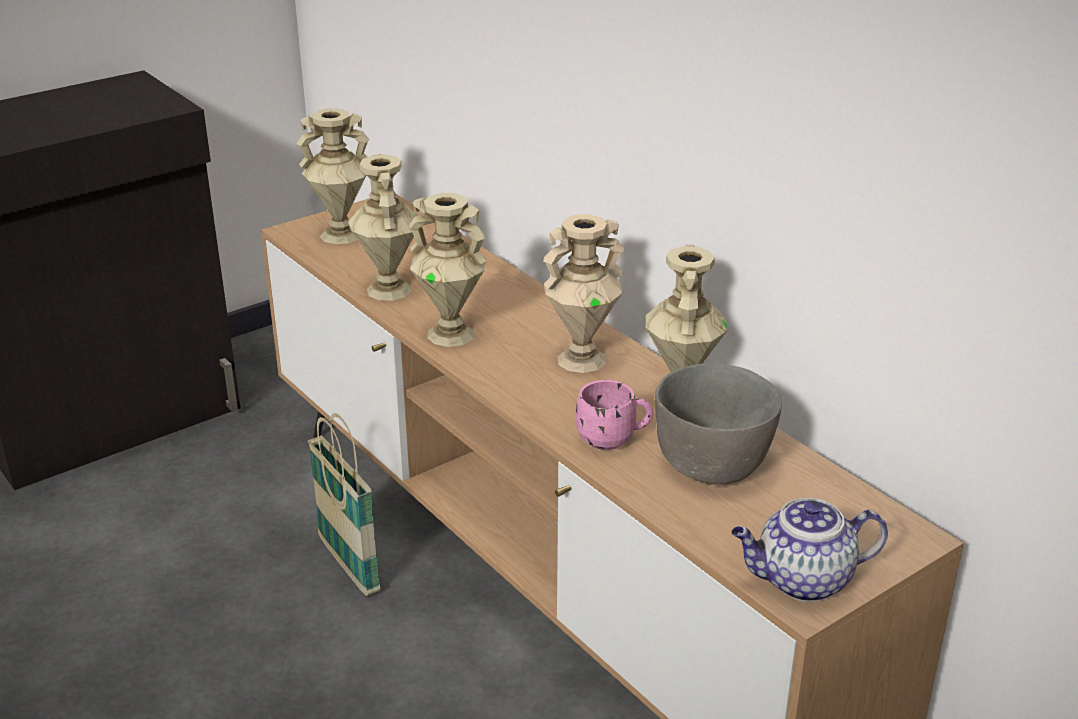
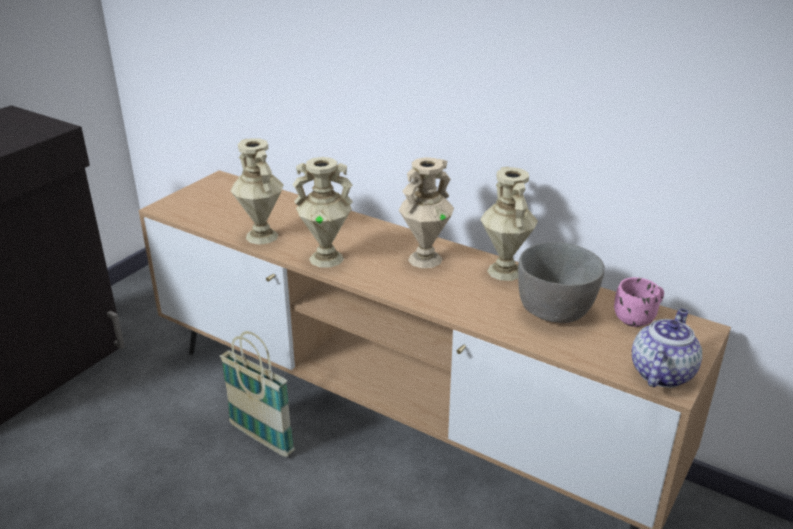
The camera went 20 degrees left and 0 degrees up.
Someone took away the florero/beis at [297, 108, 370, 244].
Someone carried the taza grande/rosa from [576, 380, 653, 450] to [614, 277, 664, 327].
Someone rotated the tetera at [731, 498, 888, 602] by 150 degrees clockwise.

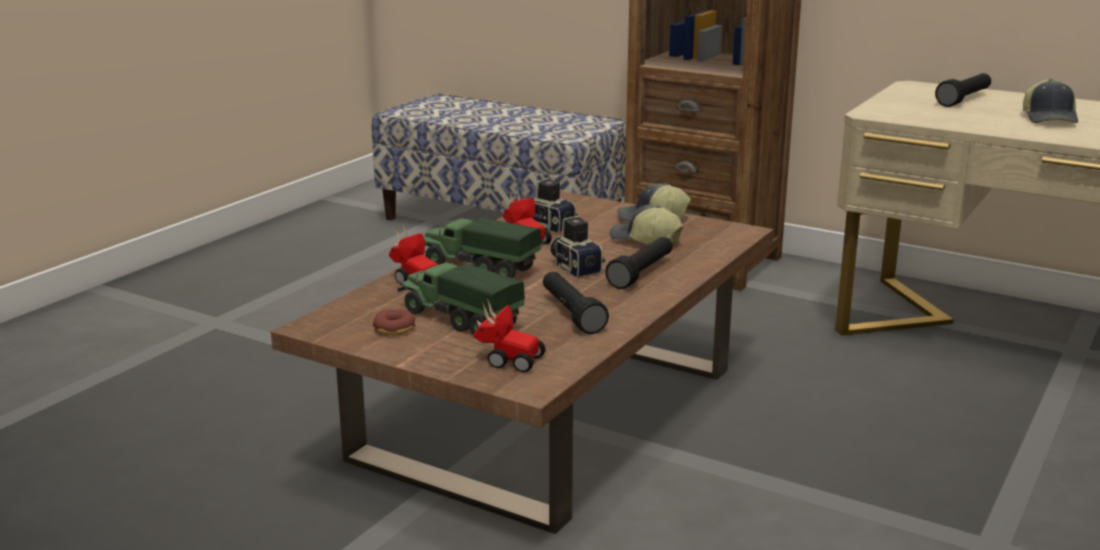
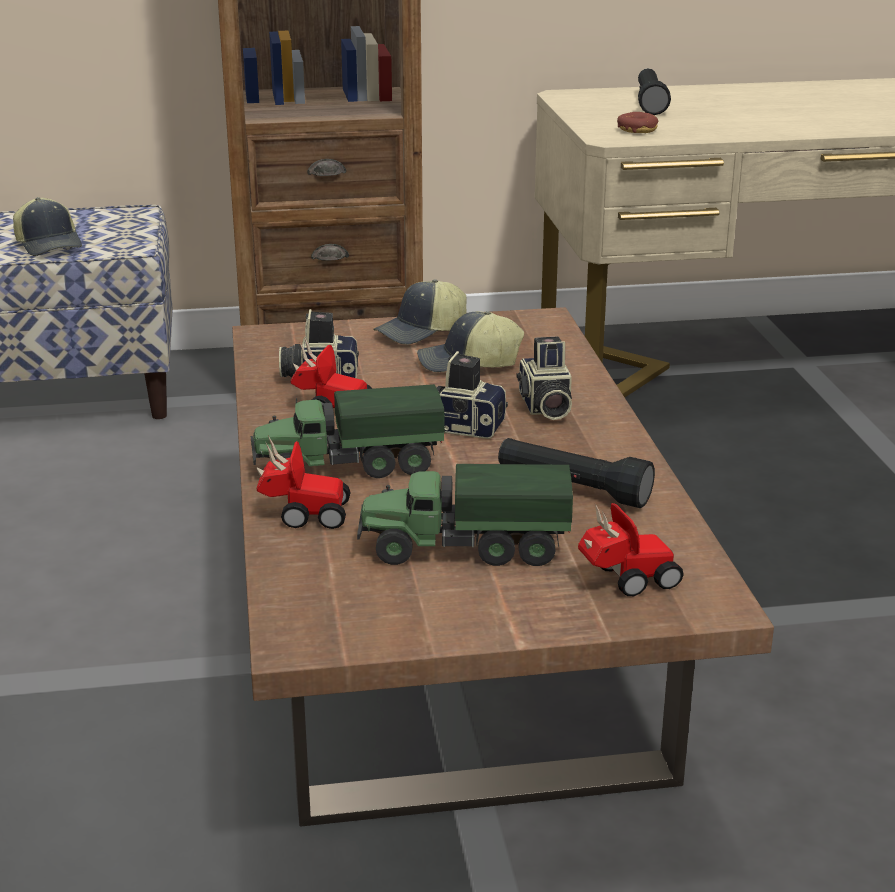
The camera went 40 degrees left and 5 degrees up.
Someone carried the rosquilla from [373, 309, 415, 336] to [617, 112, 658, 133].
Someone carried the gorra from [1023, 78, 1078, 123] to [13, 197, 82, 256].
Someone swapped the linterna/negro at [605, 237, 673, 289] for the cámara at [516, 337, 572, 420].

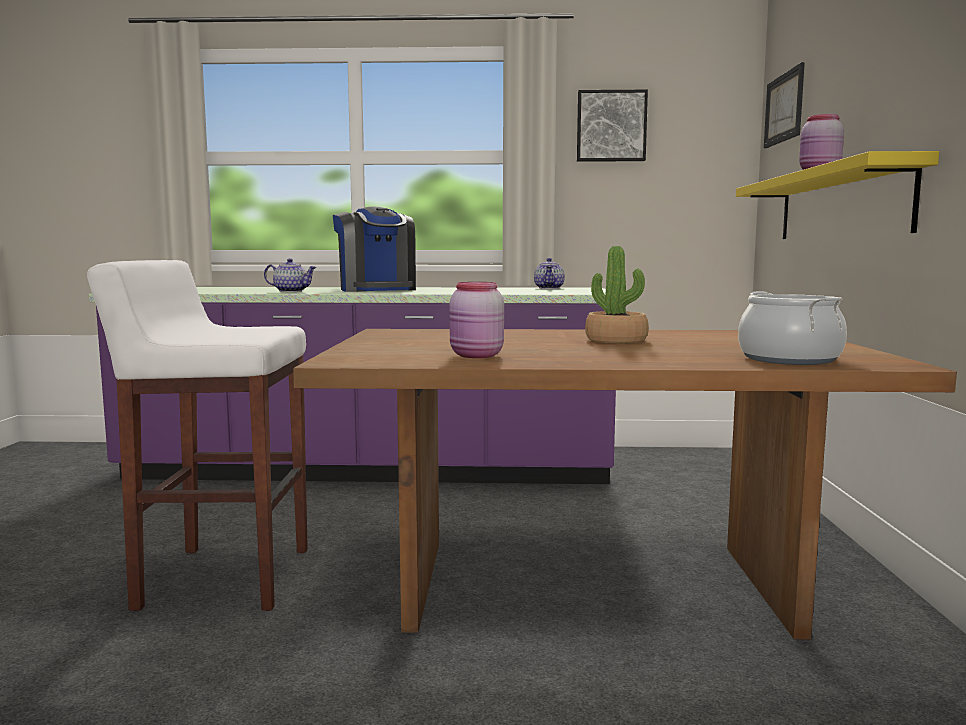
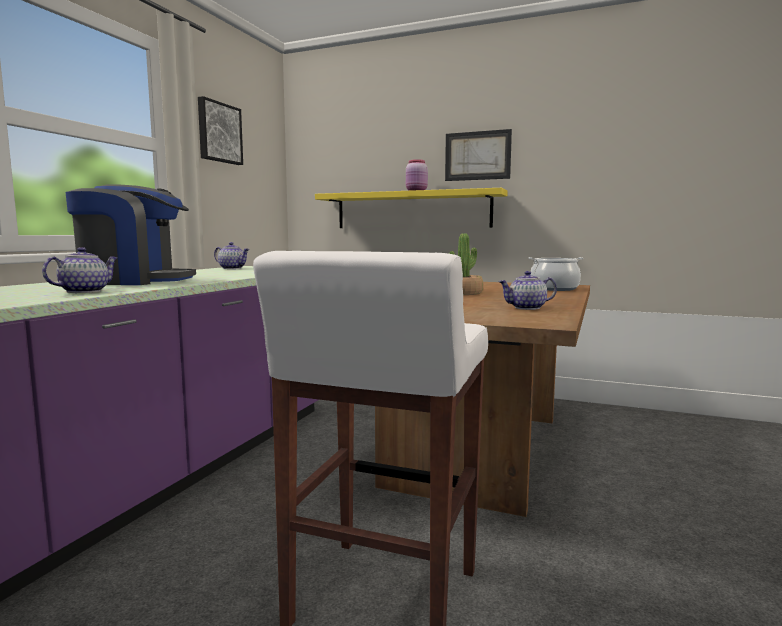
The camera went 70 degrees left and 0 degrees up.
Someone carried the cuadro from [764, 62, 805, 148] to [445, 129, 512, 181].
Someone swapped the tarro/rosa at [449, 282, 504, 358] for the tetera at [498, 271, 557, 310].

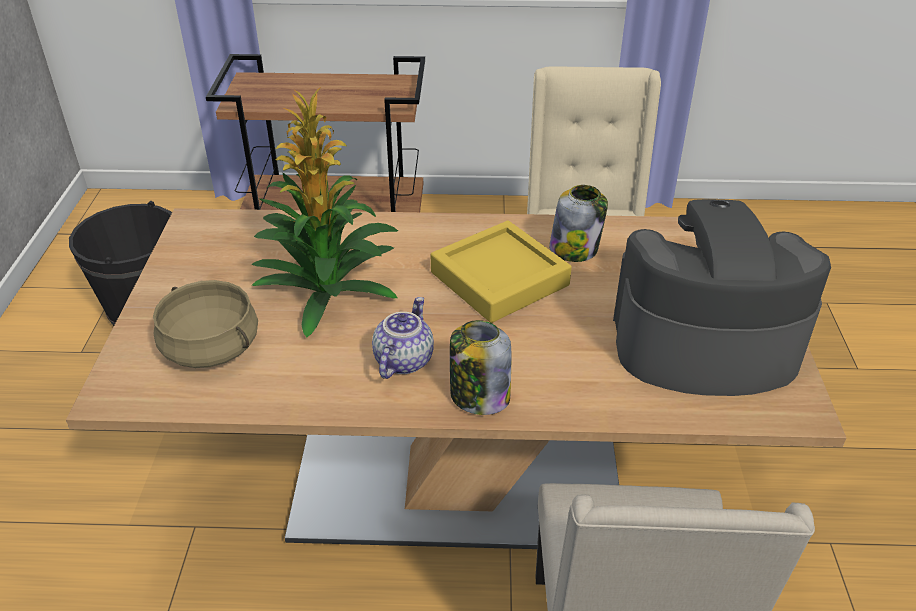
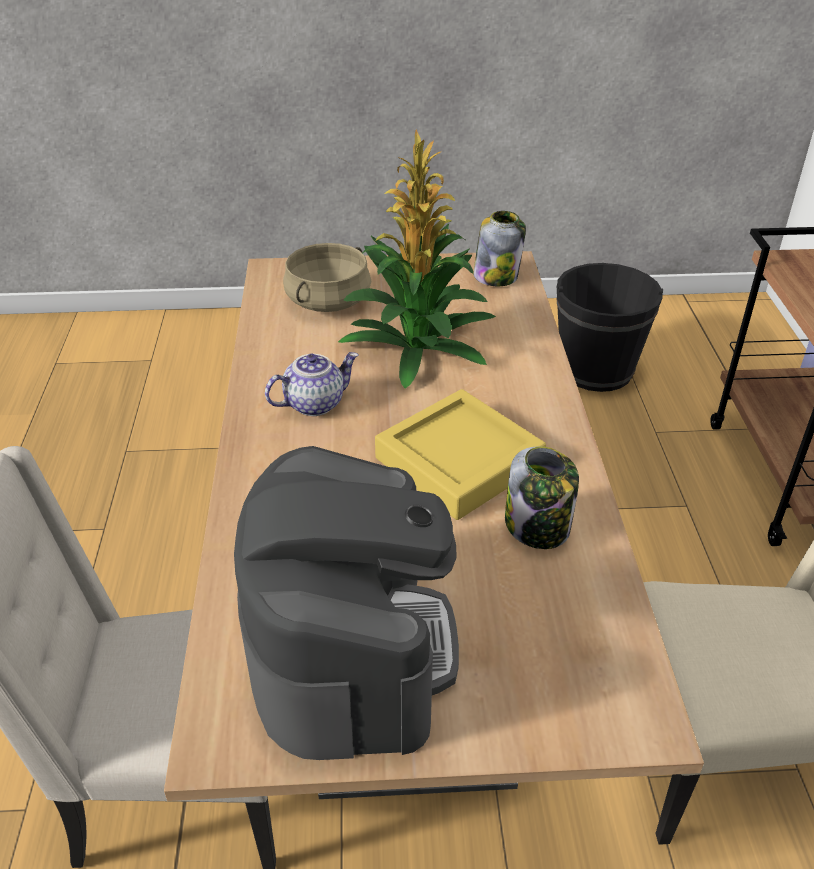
The camera went 85 degrees right and 0 degrees up.
Someone carried the tarro from [450, 320, 511, 415] to [473, 211, 526, 286].
Someone rotated the tetera at [372, 297, 434, 379] by 45 degrees counterclockwise.

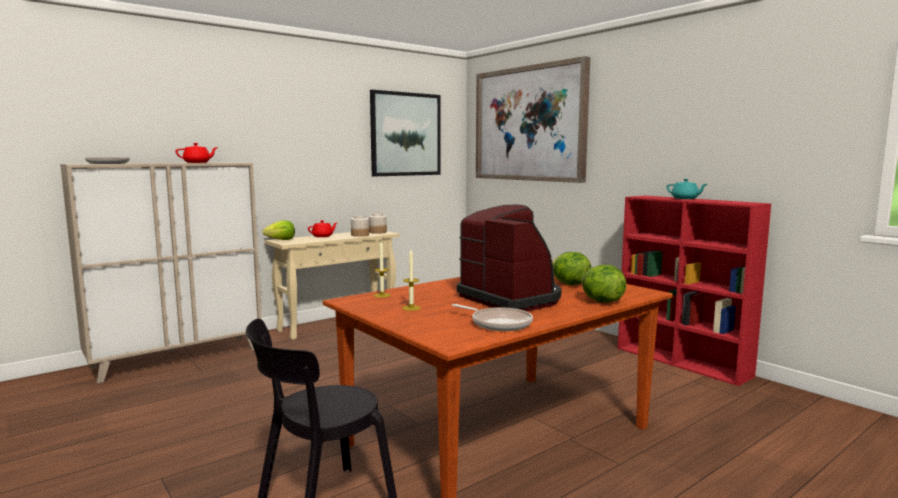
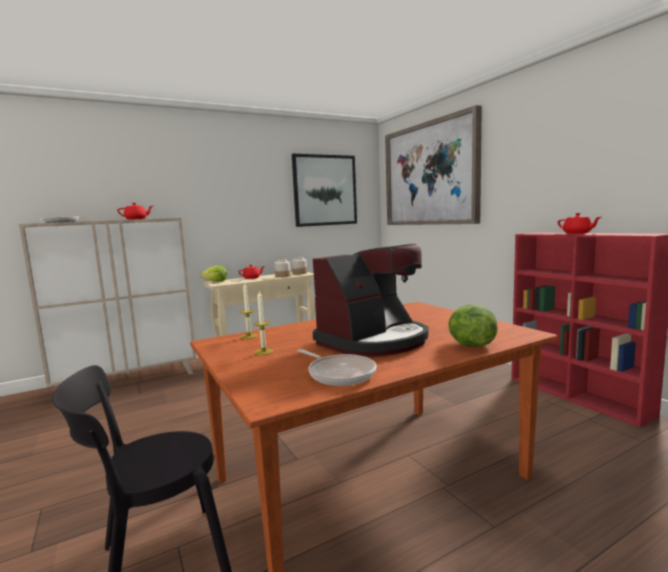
The camera went 10 degrees right and 0 degrees up.
Someone took away the lechuga at [552, 252, 591, 285].
Someone repainted the tetera/turquesa at [667, 179, 707, 199], which became the tetera/rojo at [558, 213, 601, 234].
Someone rotated the cafetera at [457, 205, 562, 311] by 75 degrees clockwise.

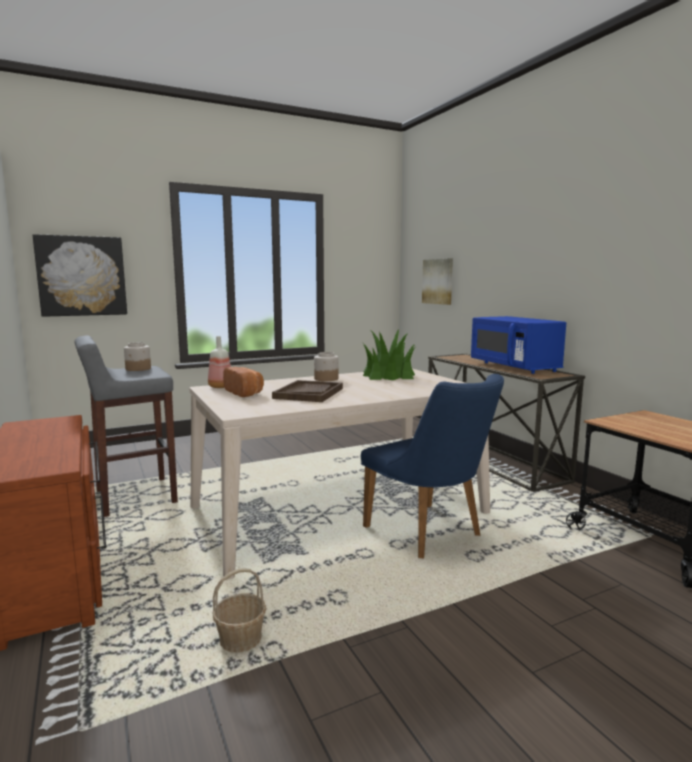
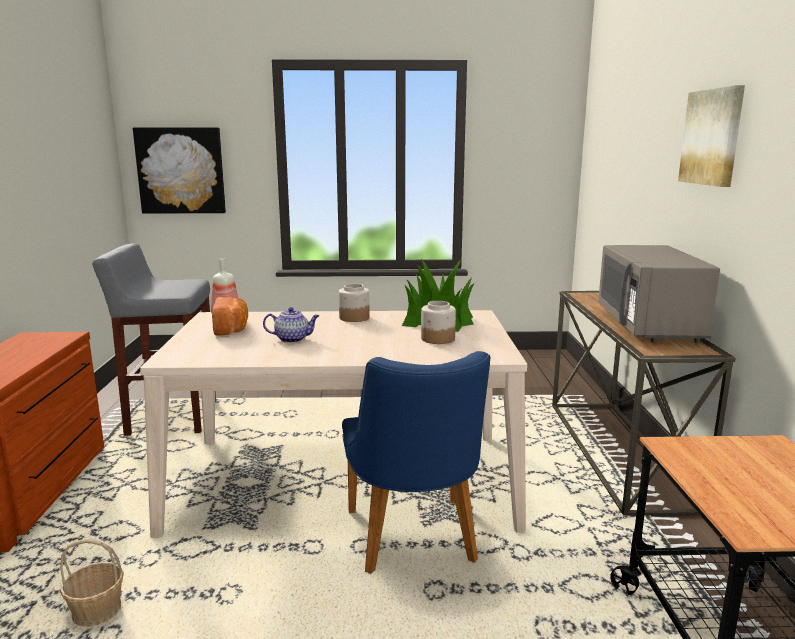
The camera went 25 degrees right and 5 degrees up.
Someone carried the tarro from [124, 342, 151, 371] to [421, 301, 456, 344].
Someone carried the cuadro from [422, 258, 453, 305] to [678, 85, 745, 187].
Someone swapped the bandeja/marrón at [272, 380, 343, 402] for the tetera at [263, 307, 319, 343].
Someone repainted the microondas/azul at [471, 316, 566, 374], which became the microondas/gris at [598, 245, 720, 343].

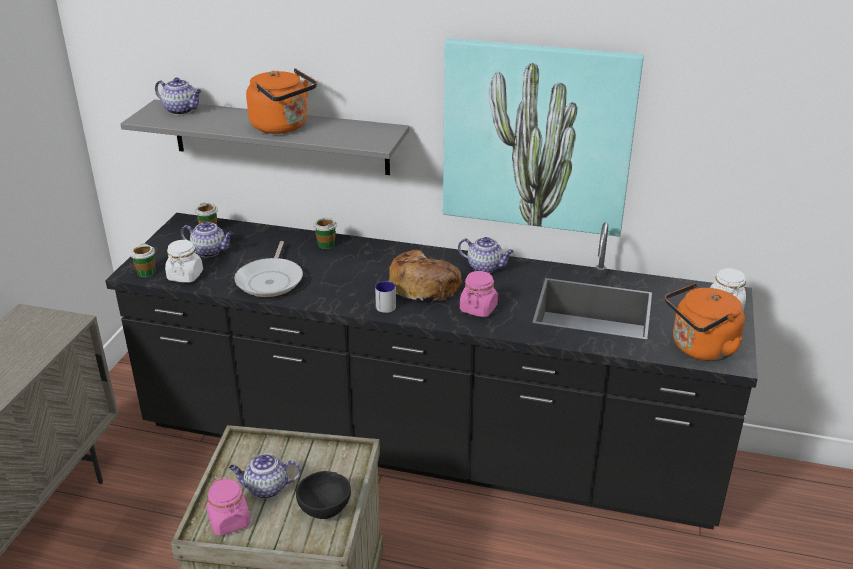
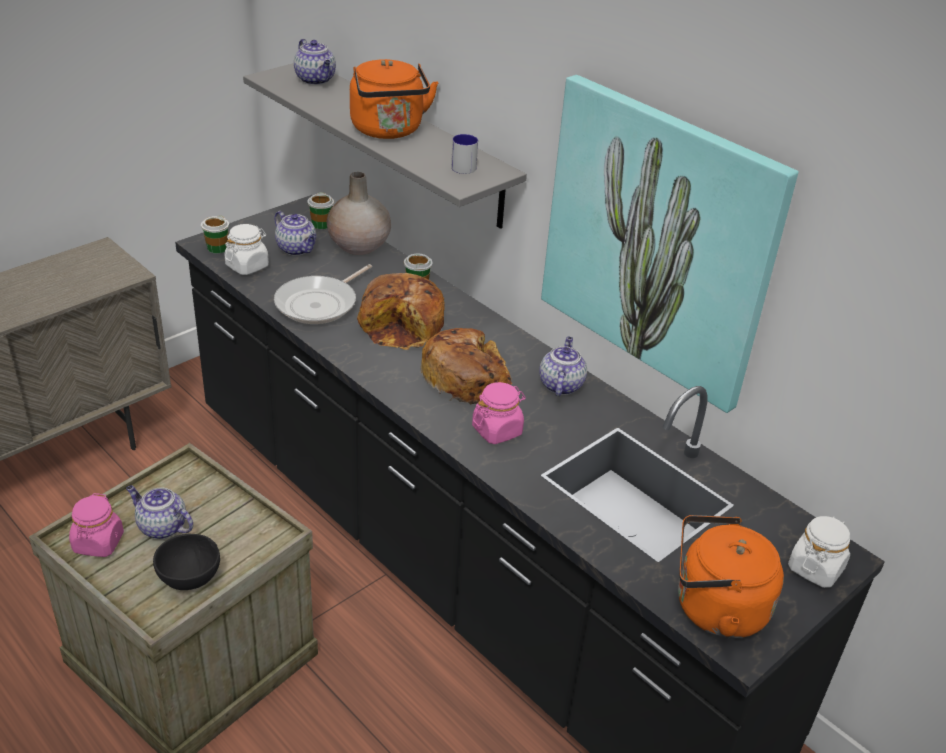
The camera went 30 degrees right and 5 degrees up.
Someone put down the florero/beis at [327, 172, 391, 255].
Someone put down the pan at [357, 273, 444, 350].
Someone carried the taza grande from [375, 281, 396, 313] to [451, 134, 478, 174].
Someone rotated the tetera at [458, 237, 514, 273] by 135 degrees counterclockwise.

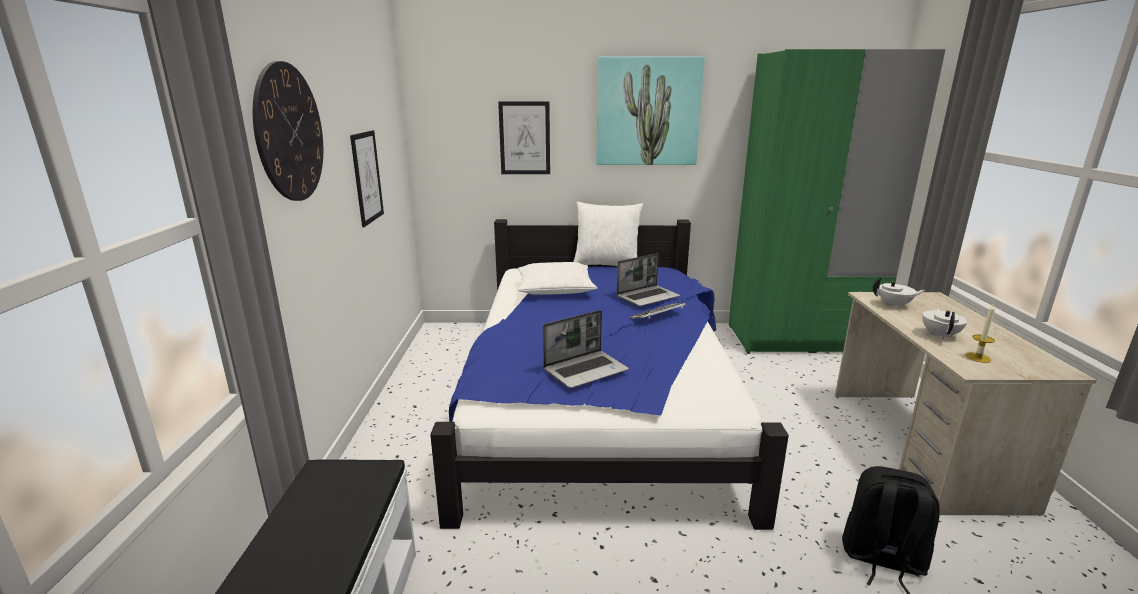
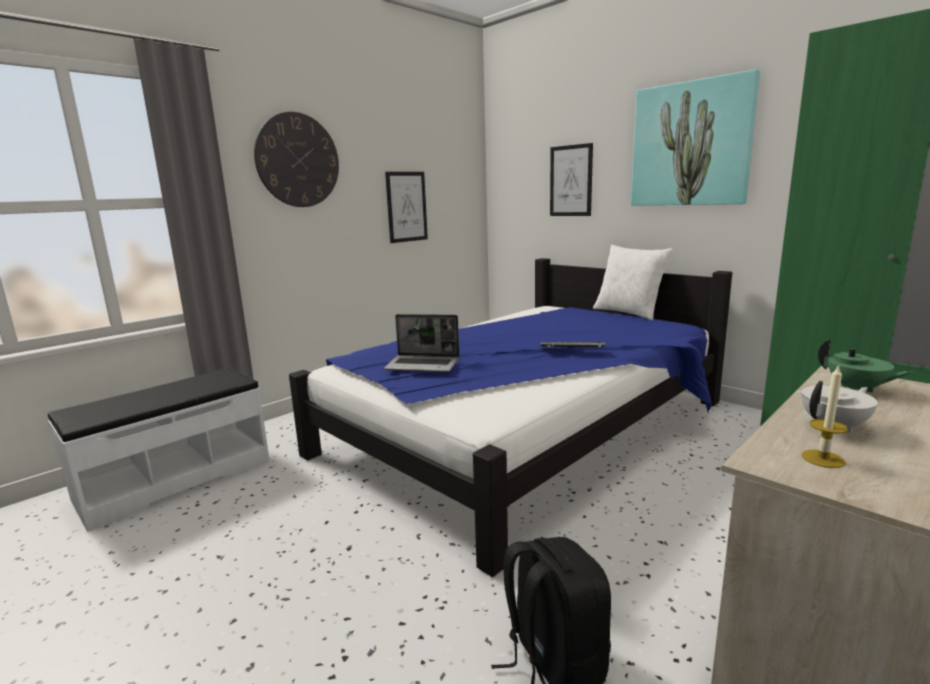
The camera went 45 degrees right and 5 degrees down.
Someone took away the cojín/blanco at [518, 262, 598, 295].
Someone took away the portátil at [617, 253, 680, 306].
Someone repainted the tetera/blanco at [873, 277, 925, 309], which became the tetera/verde at [818, 339, 913, 393].

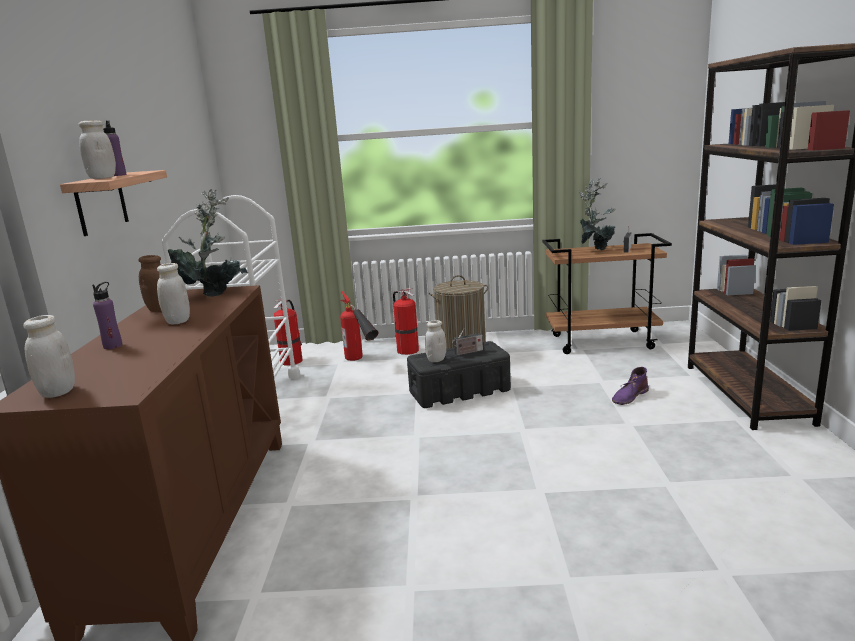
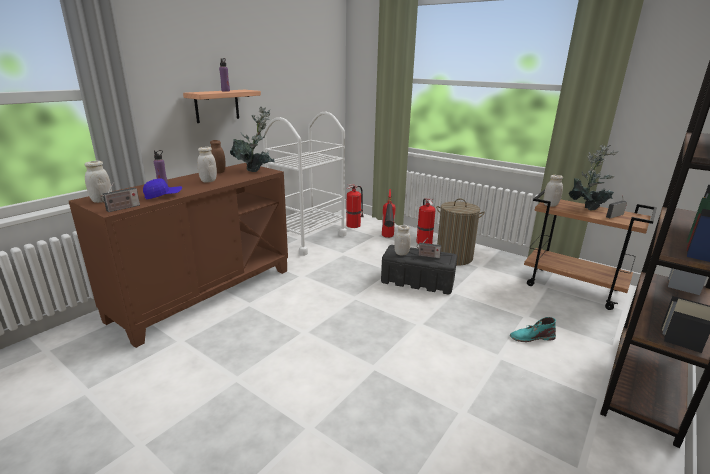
The camera went 35 degrees right and 5 degrees up.
Someone put down the radio at [100, 182, 140, 212].
Someone put down the gorra/azul at [143, 178, 182, 199].
Someone carried the tarro/blanco from [79, 121, 116, 179] to [544, 175, 563, 207].
Someone repainted the bota/morado at [612, 367, 649, 405], which became the bota/turquesa at [510, 317, 556, 342].

